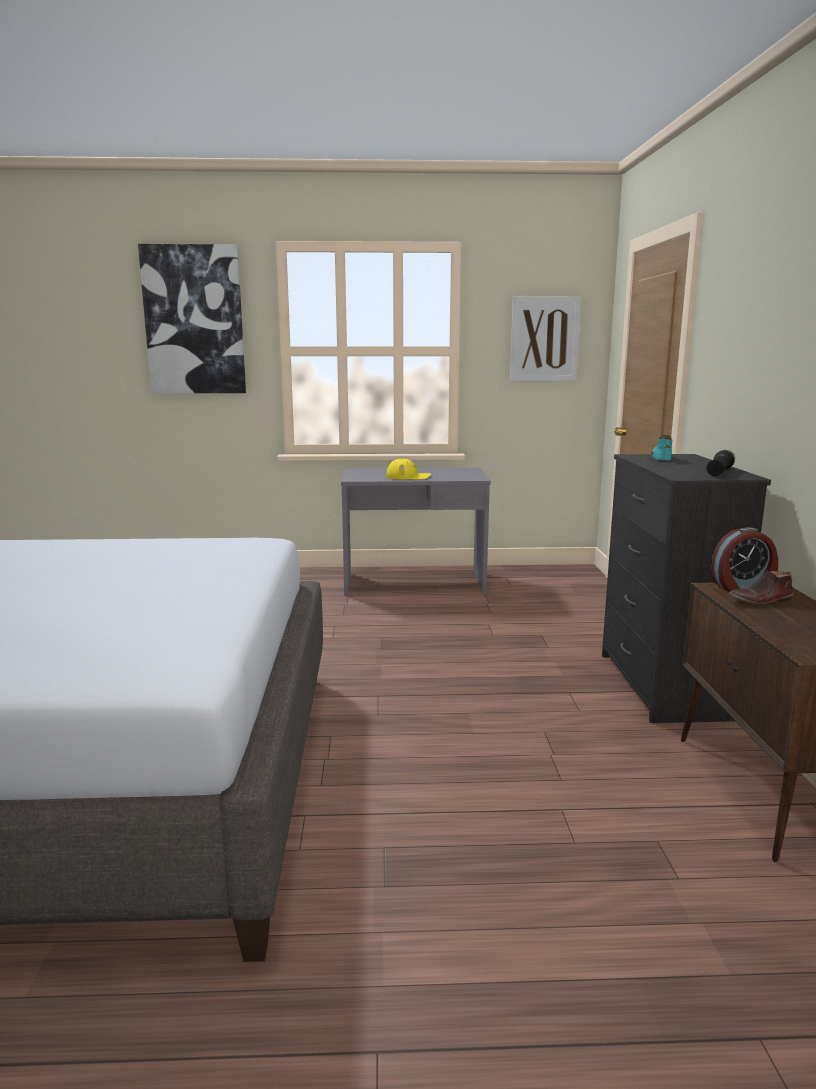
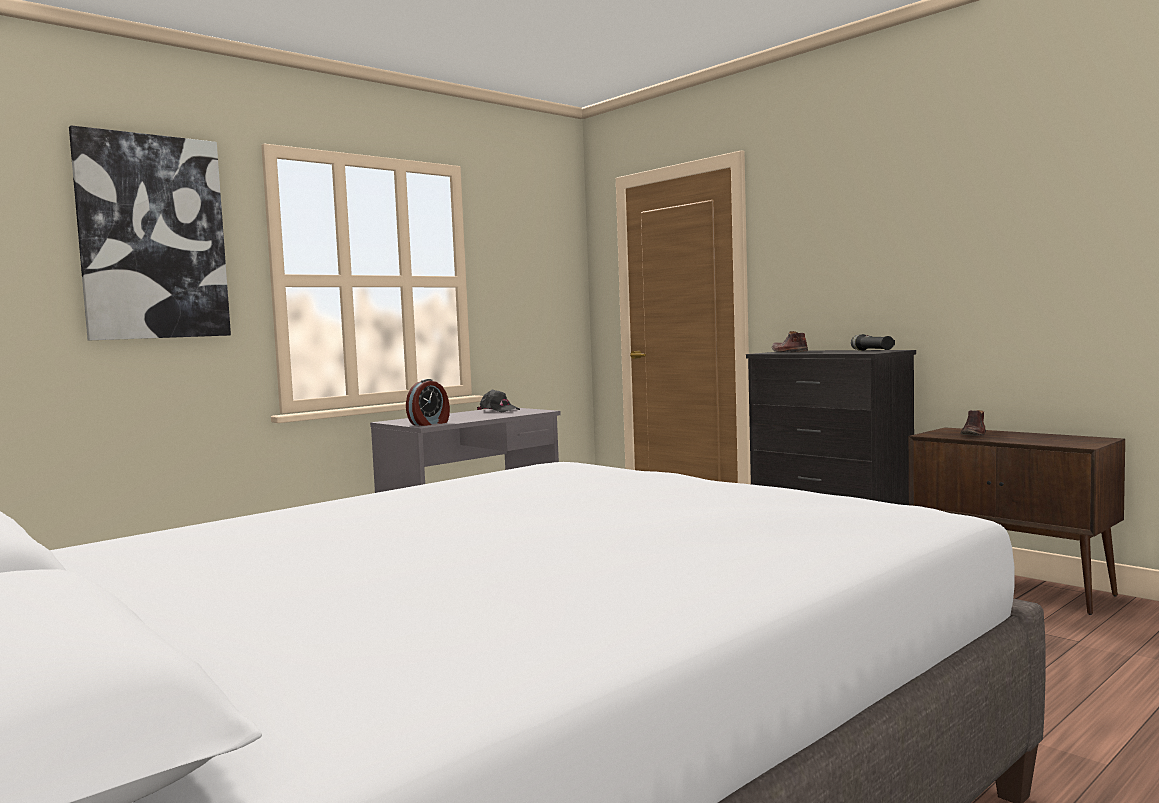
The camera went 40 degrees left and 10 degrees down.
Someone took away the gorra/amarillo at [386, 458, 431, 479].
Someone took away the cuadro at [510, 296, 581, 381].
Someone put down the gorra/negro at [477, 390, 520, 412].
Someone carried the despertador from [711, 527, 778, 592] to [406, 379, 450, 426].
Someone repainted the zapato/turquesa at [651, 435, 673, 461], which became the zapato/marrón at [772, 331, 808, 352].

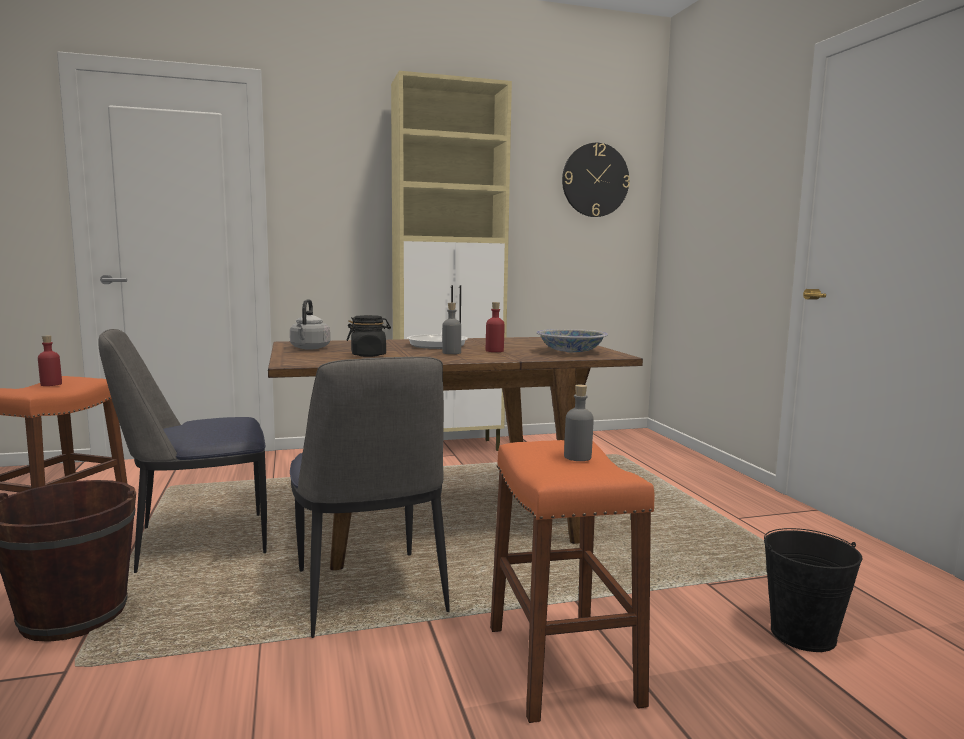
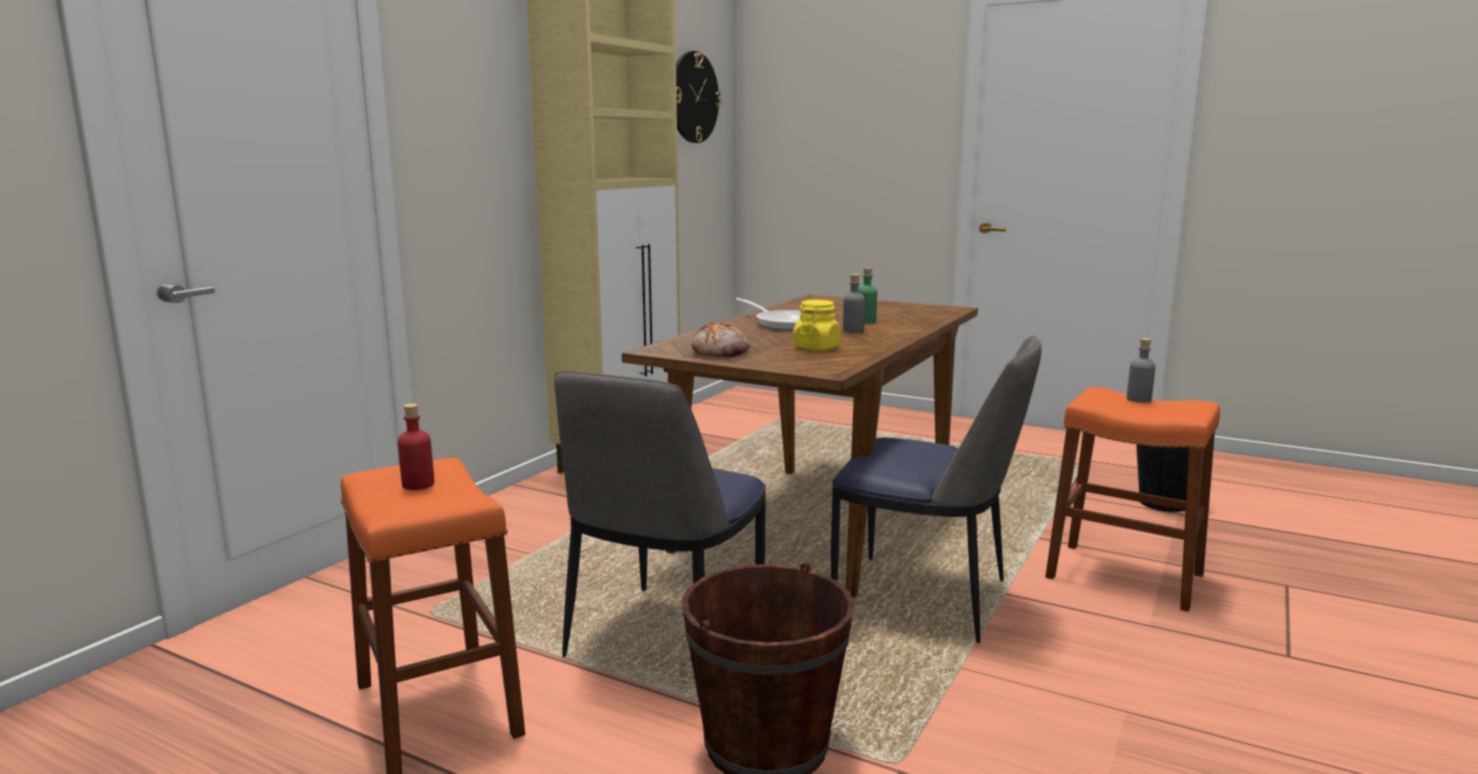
The camera went 45 degrees left and 5 degrees up.
Someone took away the cuenco at [536, 329, 608, 353].
Someone swapped the hervidor/gris at [290, 299, 330, 349] for the pan at [692, 321, 750, 357].
Someone repainted the tarro/negro at [347, 315, 391, 357], which became the tarro/amarillo at [793, 300, 841, 350].
Someone repainted the botella/rojo at [486, 302, 505, 352], which became the botella/verde at [858, 268, 877, 324].

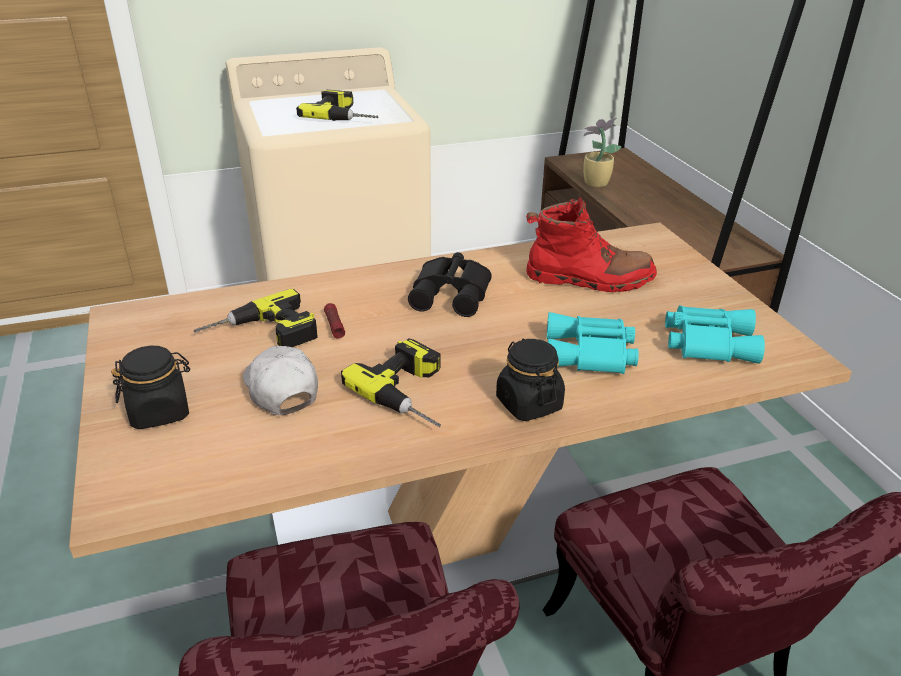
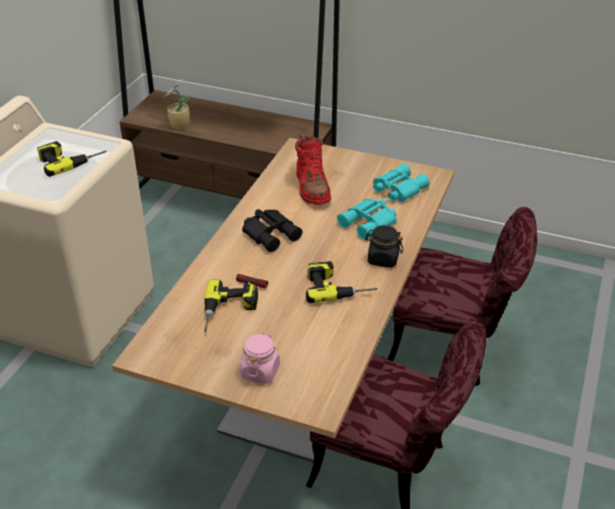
The camera went 50 degrees left and 5 degrees up.
Someone took away the gorra/blanco at [243, 346, 318, 415].
Someone repainted the tarro/negro at [111, 346, 190, 429], which became the tarro/rosa at [240, 333, 280, 384].
Someone rotated the bota/rojo at [526, 196, 657, 292] by 120 degrees clockwise.

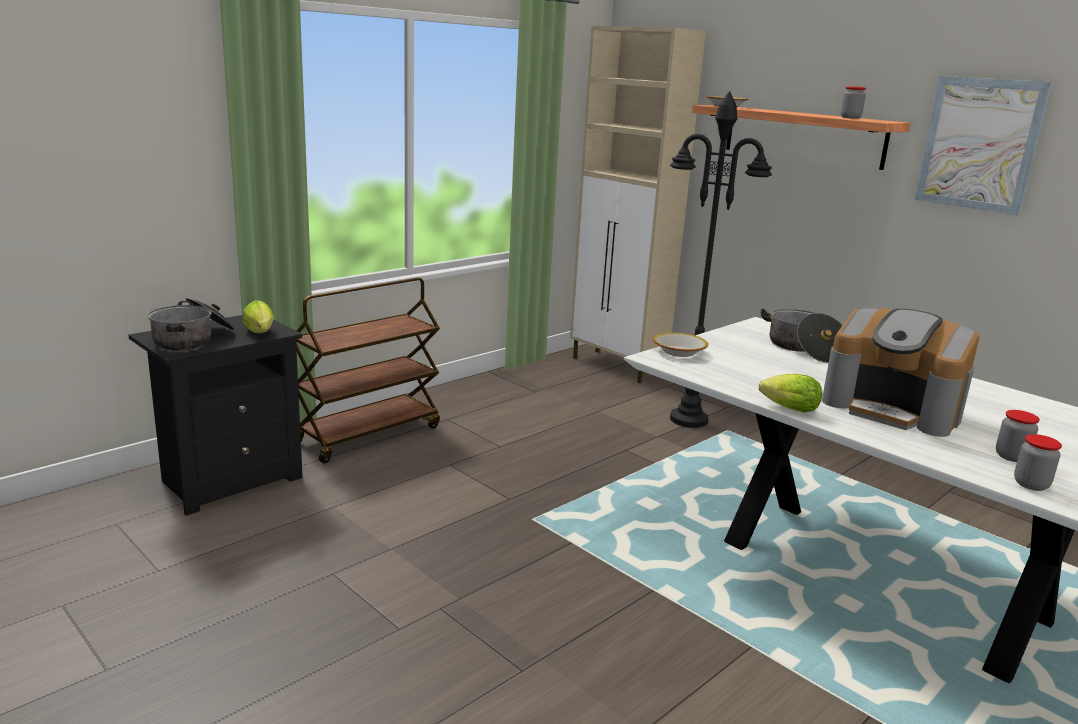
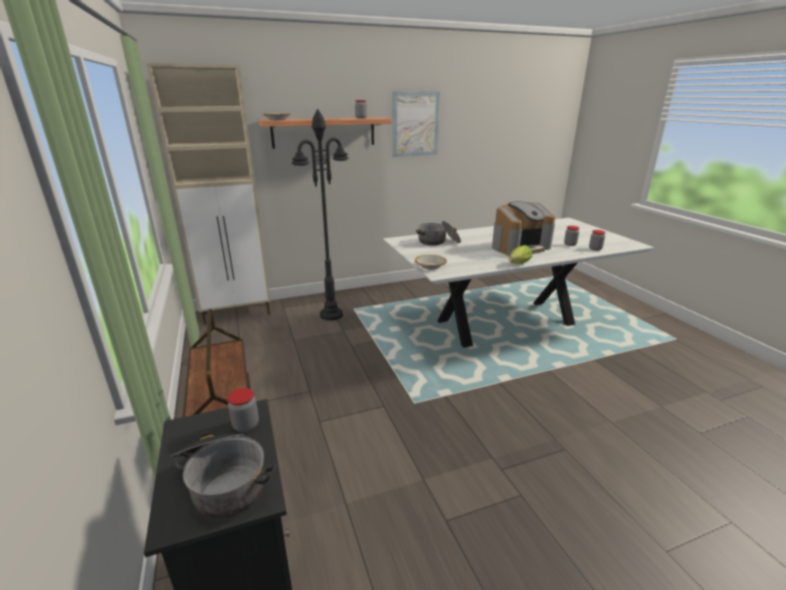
The camera went 65 degrees left and 5 degrees up.
Someone swapped the lechuga at [243, 300, 274, 333] for the tarro at [228, 388, 259, 432].

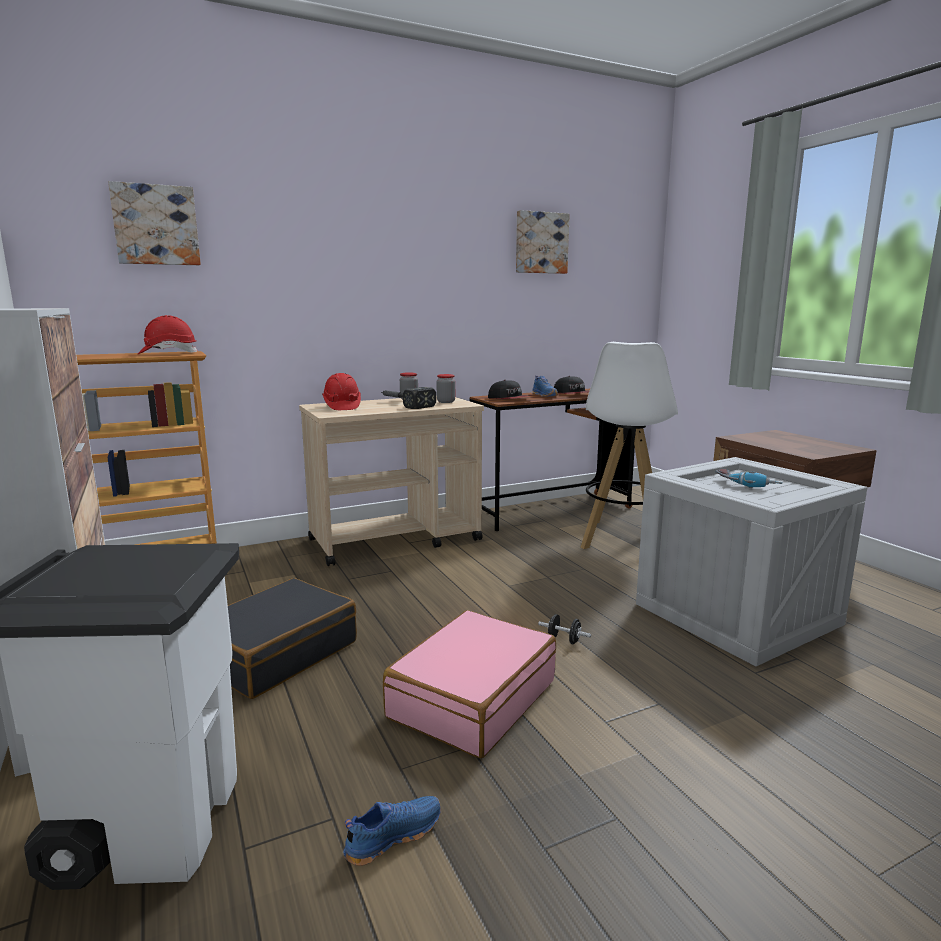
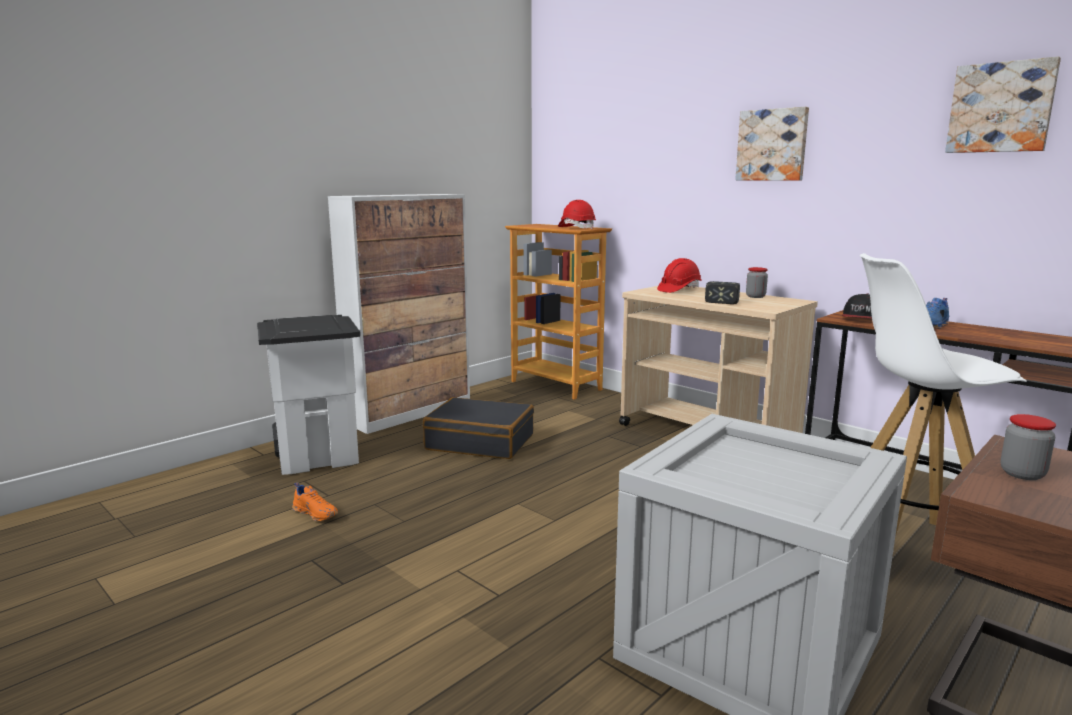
The camera went 70 degrees right and 0 degrees up.
Someone took away the maleta/rosa at [383, 610, 556, 758].
Someone took away the mancuerna/negro at [538, 614, 591, 644].
Someone took away the gorra at [554, 376, 589, 394].
Someone took away the taladro at [716, 469, 782, 488].
Someone carried the cuadro from [108, 181, 201, 265] to [735, 107, 809, 181].
Someone carried the tarro from [437, 374, 455, 403] to [1000, 414, 1056, 480].
Someone repainted the zapato/azul at [344, 796, 441, 866], which became the zapato/naranja at [292, 482, 338, 521].

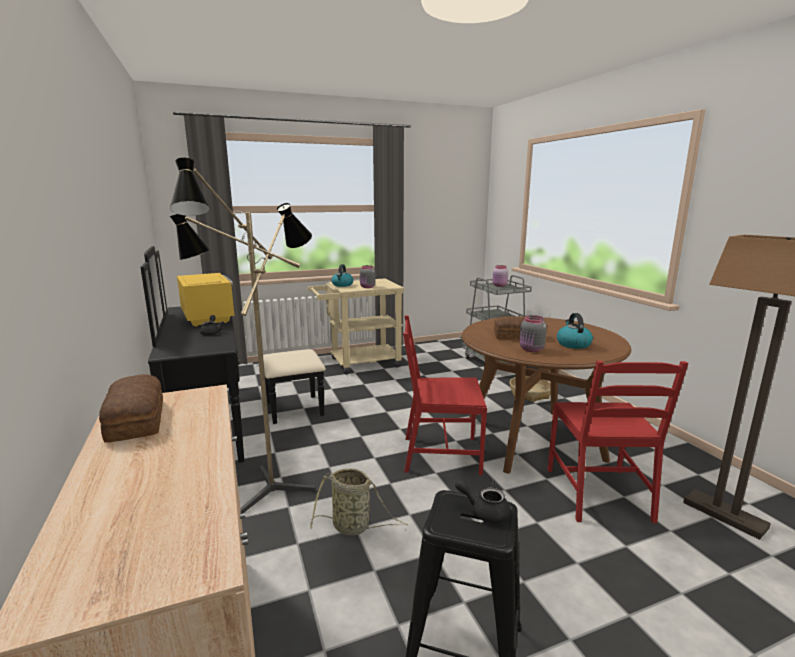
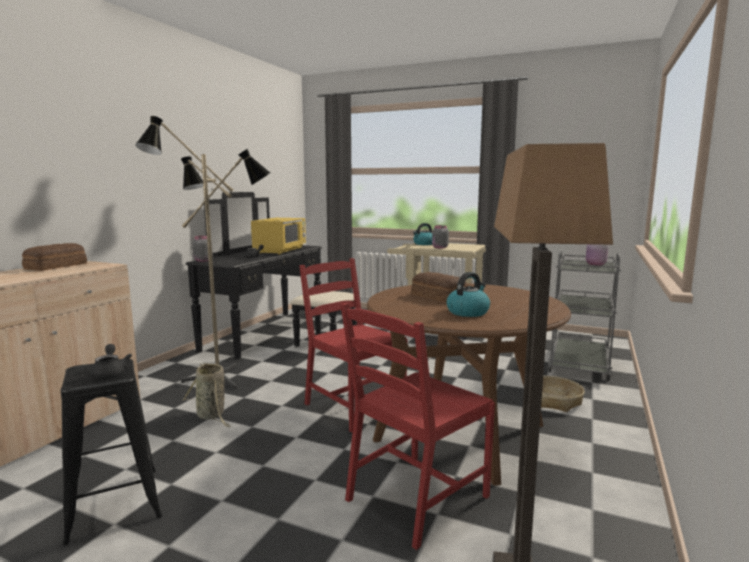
The camera went 45 degrees right and 5 degrees down.
Someone carried the tarro/gris from [520, 315, 547, 352] to [193, 236, 213, 262].

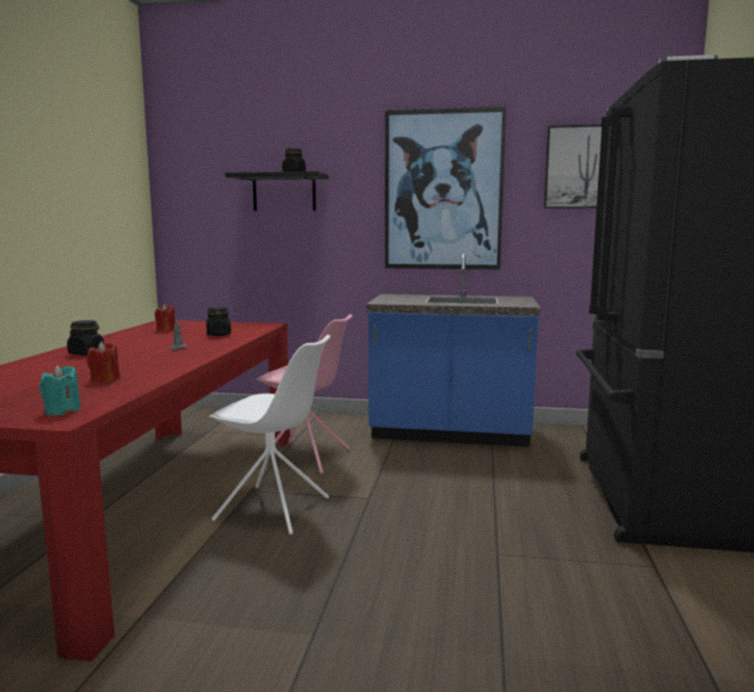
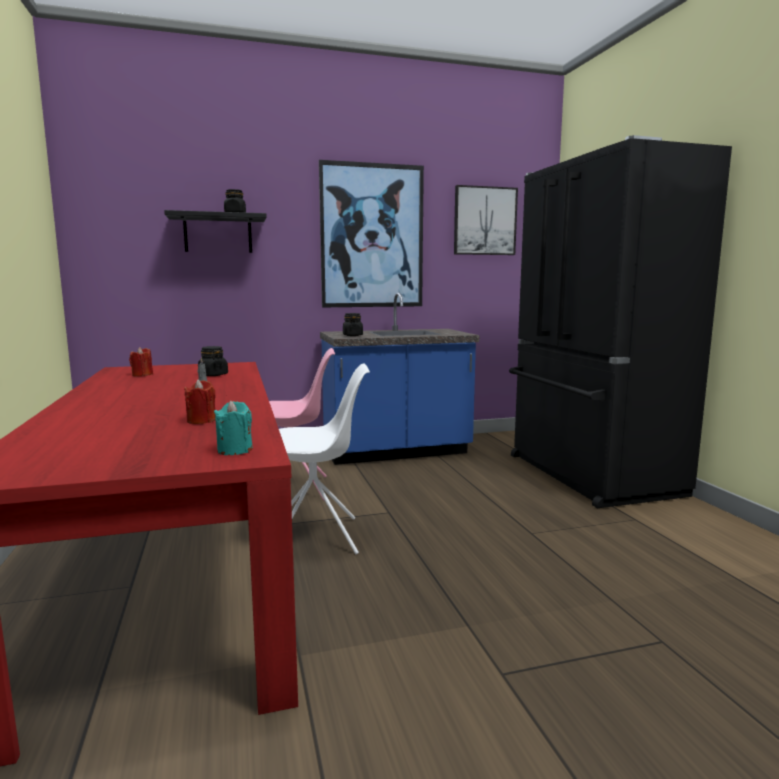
The camera went 25 degrees left and 0 degrees up.
Someone carried the tarro/negro from [67, 320, 104, 355] to [343, 313, 363, 336].

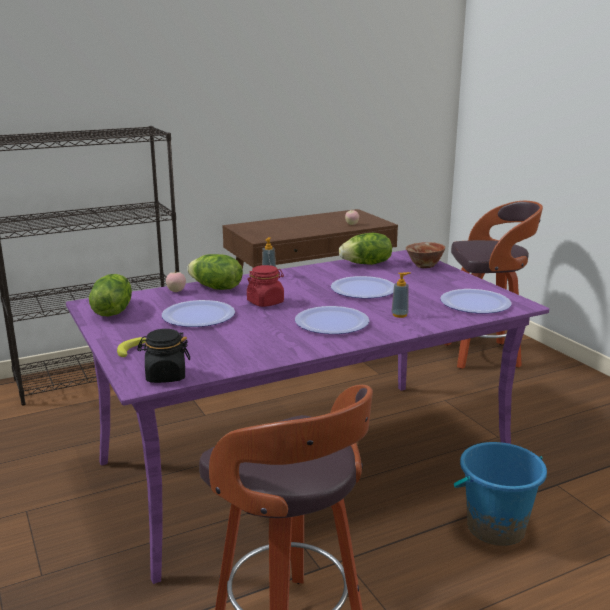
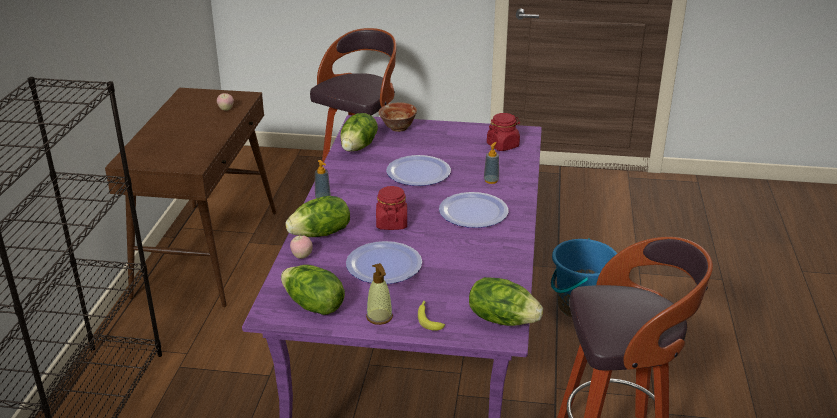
The camera went 55 degrees left and 10 degrees up.
Someone put down the dispensador de jabón at [366, 263, 393, 325].
Someone swapped the tarro/negro at [137, 329, 190, 383] for the lechuga at [469, 277, 543, 326].
Someone swapped the plato at [440, 289, 512, 314] for the tarro/rojo at [487, 113, 520, 151].

